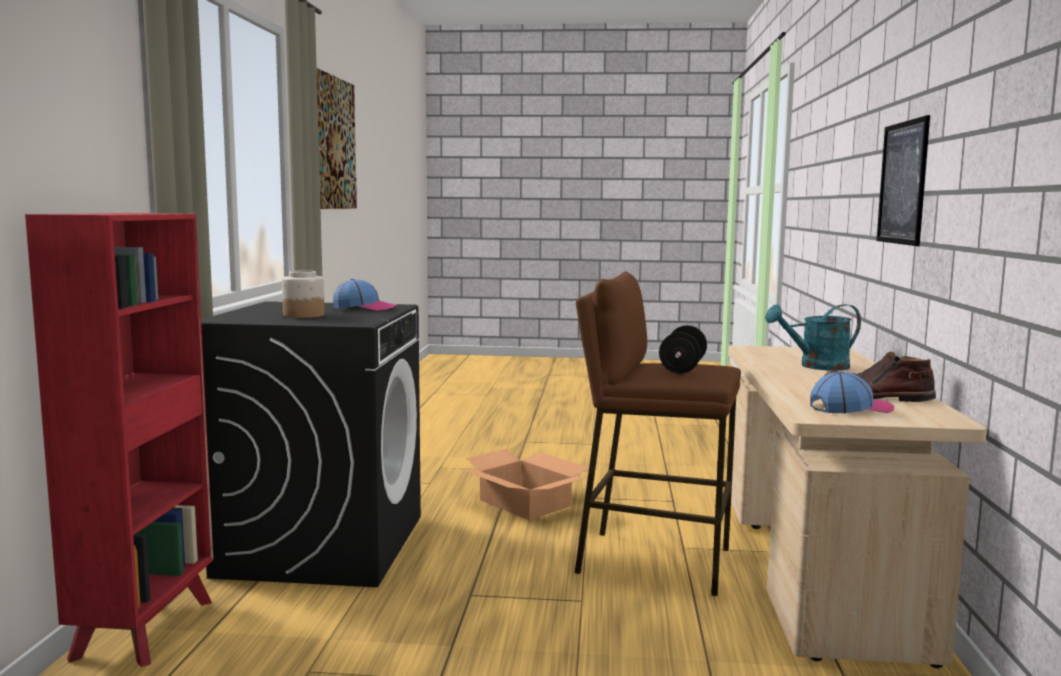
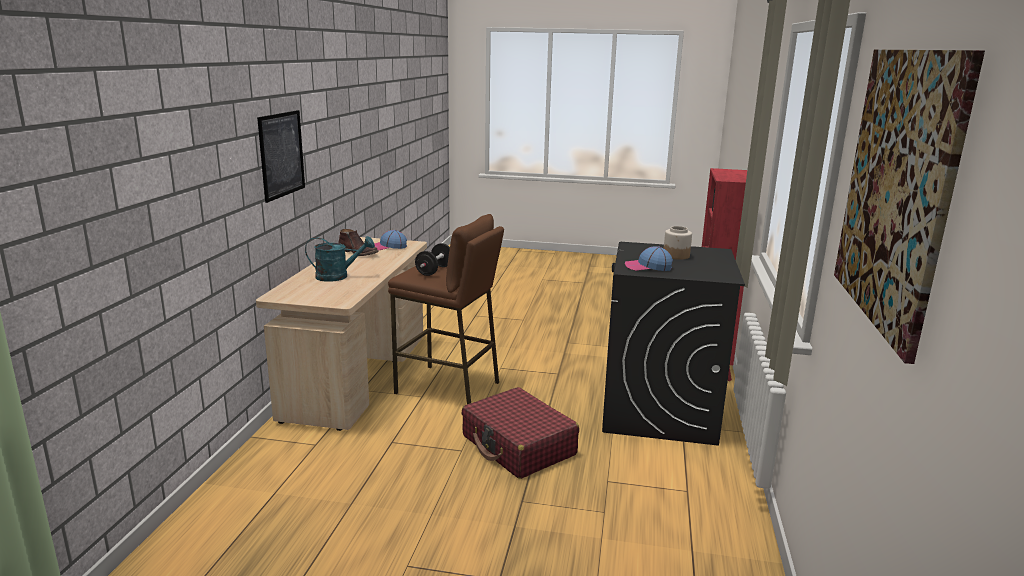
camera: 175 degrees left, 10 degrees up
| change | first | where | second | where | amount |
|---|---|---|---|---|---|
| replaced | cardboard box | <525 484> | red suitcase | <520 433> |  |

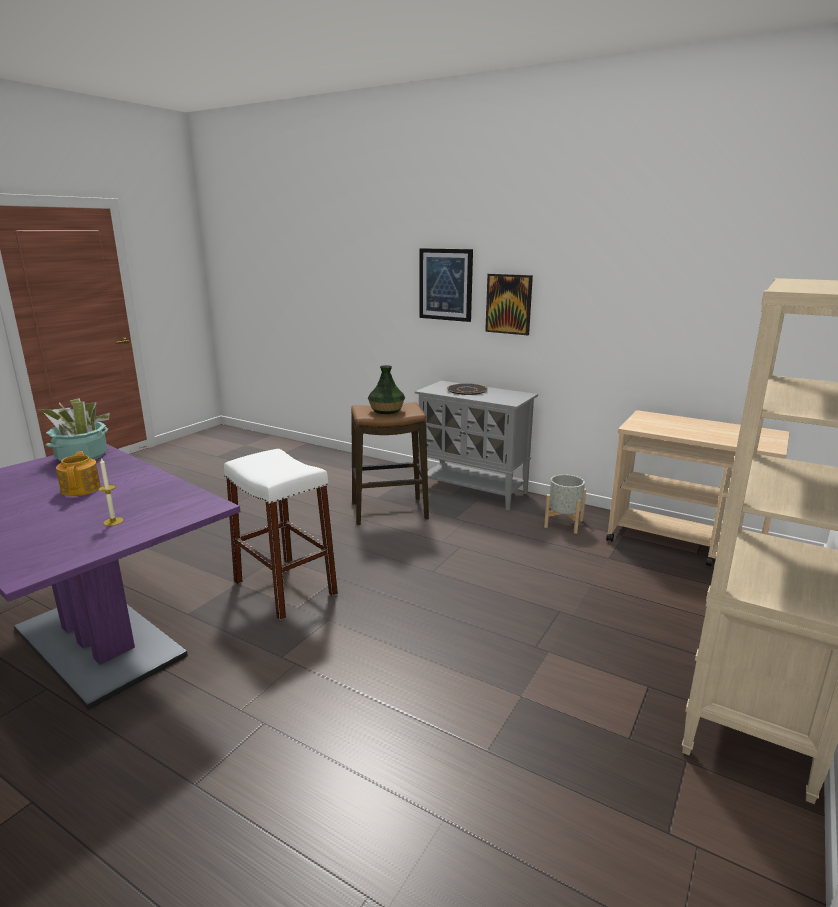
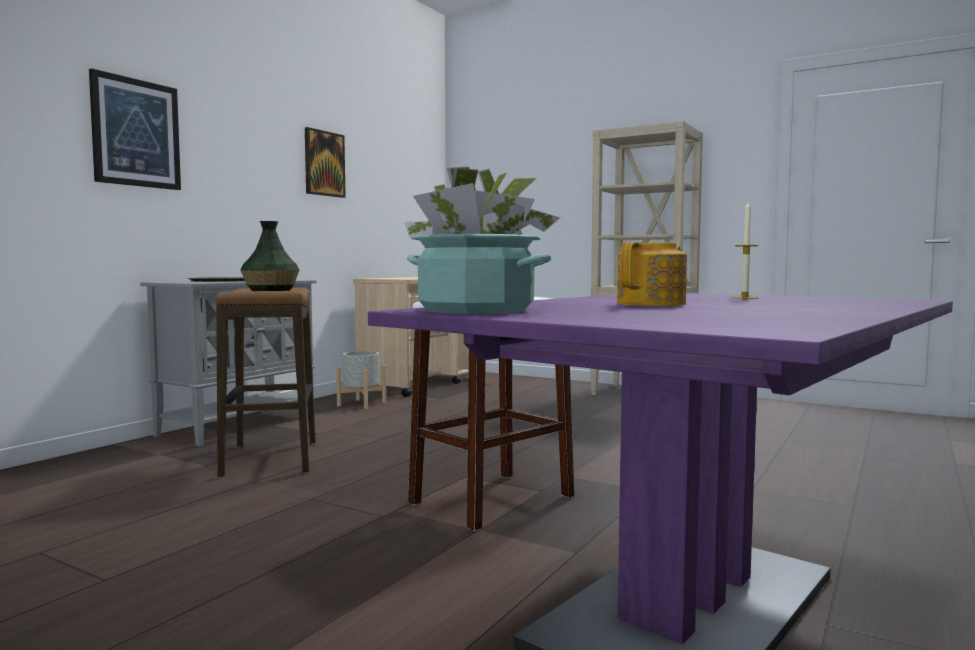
camera: 90 degrees left, 15 degrees down
| change | first | where | second | where | amount |
|---|---|---|---|---|---|
| moved | picture | <509 304> |  | <325 162> |  |
| turned | teapot | <78 473> |  | <652 274> | 150 degrees clockwise |

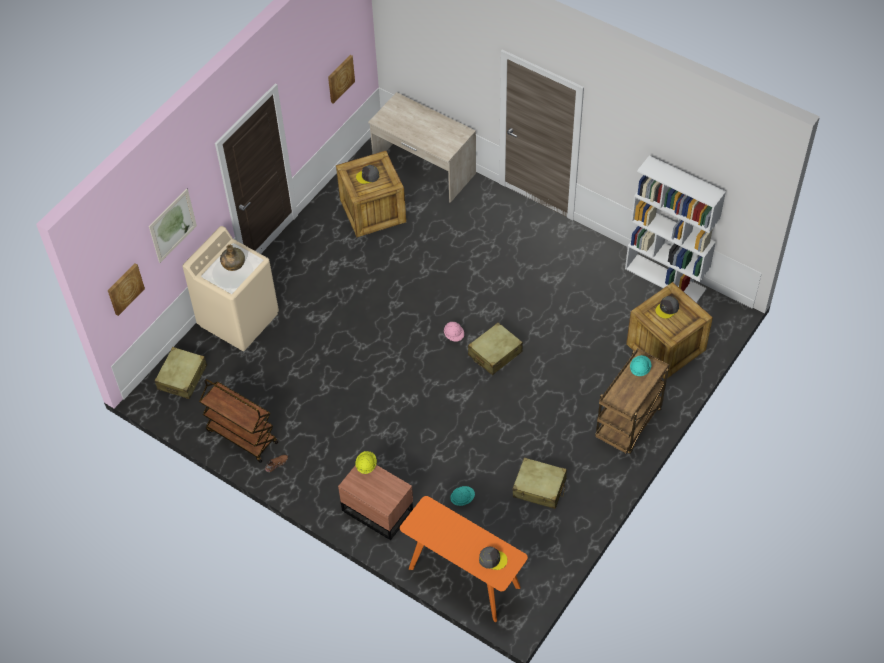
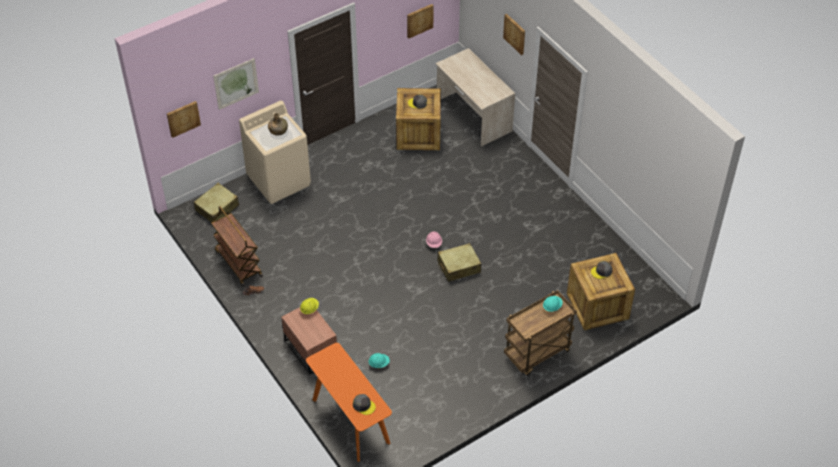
camera: 20 degrees right, 5 degrees down
| change | first | where | second | where | amount |
|---|---|---|---|---|---|
| removed | beige suitcase | <540 483> |  |  |  |
| removed | white bookcase | <675 229> |  |  |  |
| added |  |  | picture | <514 34> |  |

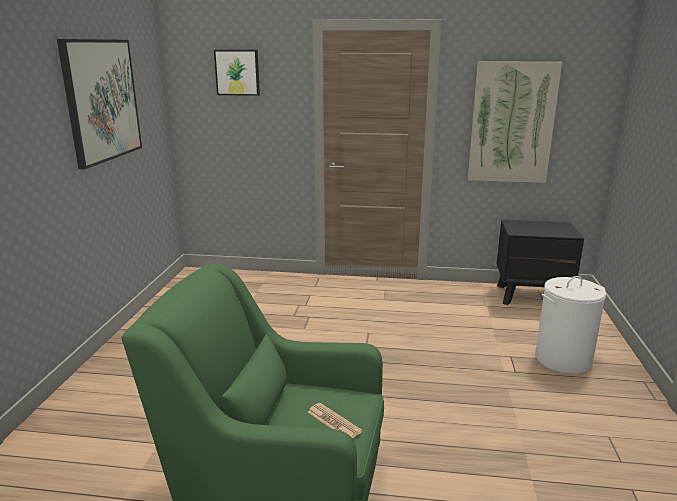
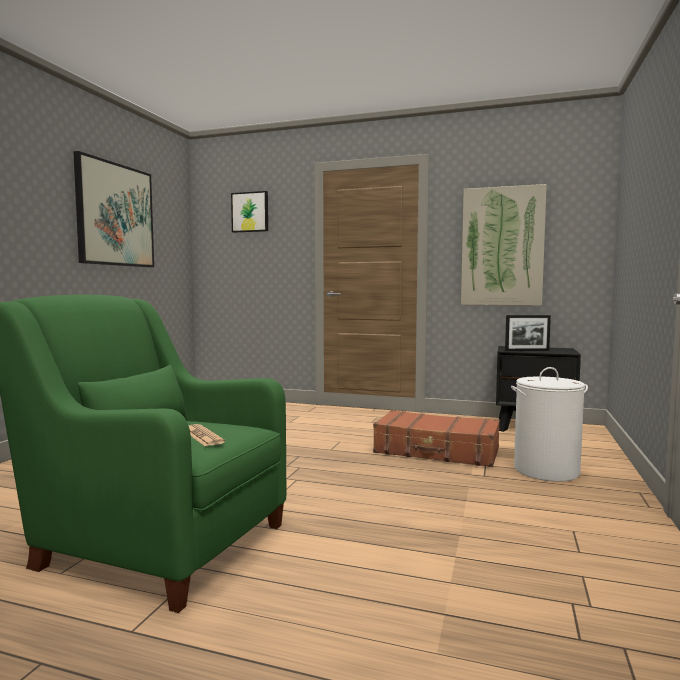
camera: 10 degrees right, 15 degrees down
| change | first | where | second | where | amount |
|---|---|---|---|---|---|
| added |  |  | brown suitcase | <436 438> |  |
| added |  |  | picture frame | <528 333> |  |

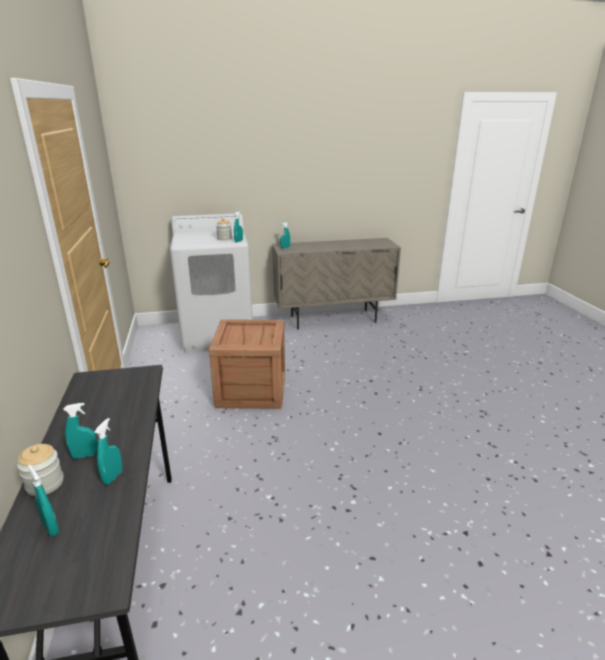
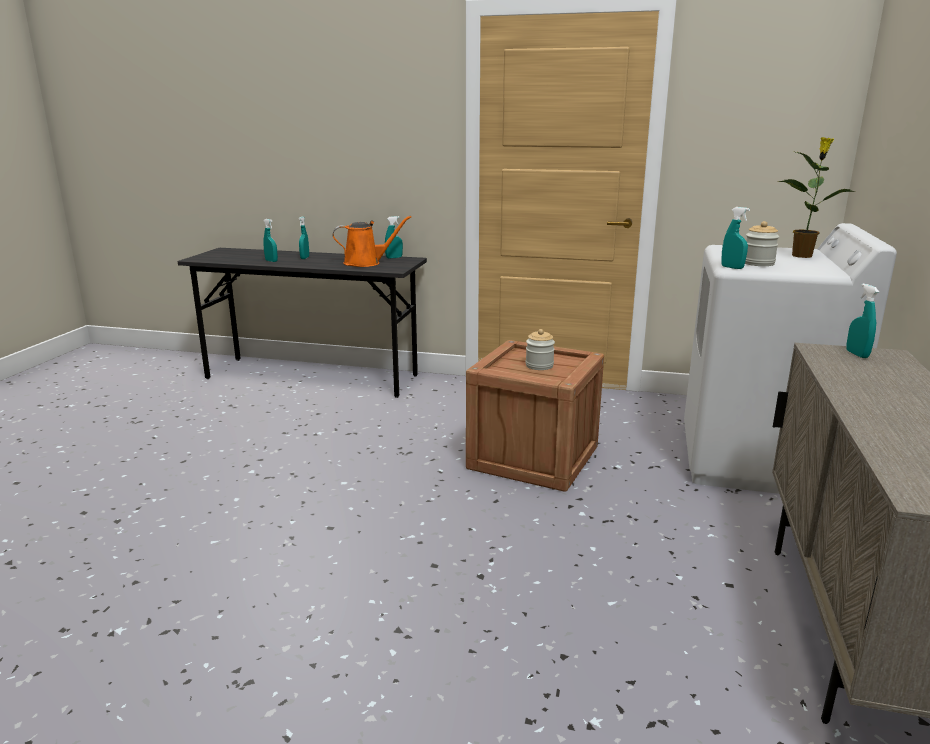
camera: 115 degrees right, 5 degrees down
| change | first | where | second | where | amount |
|---|---|---|---|---|---|
| added |  |  | orange watering can | <372 241> |  |
| added |  |  | potted plant | <816 197> |  |
| moved | jar | <40 470> |  | <540 349> |  |
| moved | turquoise spray bottle | <43 500> |  | <394 237> |  |

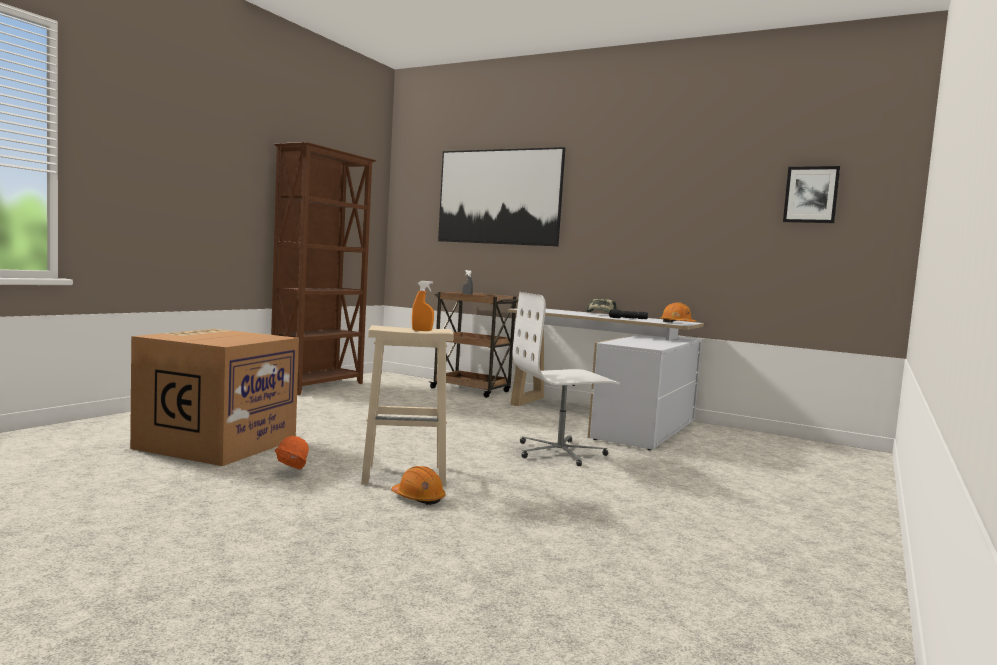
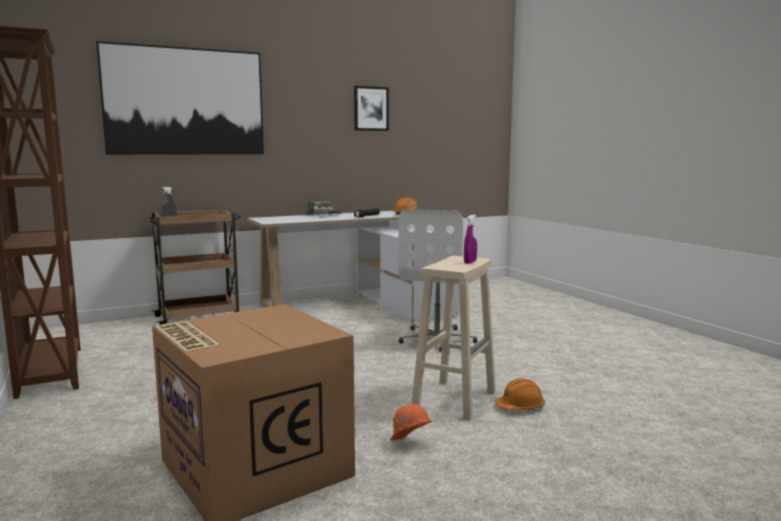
camera: 55 degrees left, 5 degrees up
| change | first | where | second | where | amount |
|---|---|---|---|---|---|
| moved | picture | <811 194> |  | <371 108> |  |
| recoloured | orange spray bottle | <423 306> | purple spray bottle | <470 239> |  |

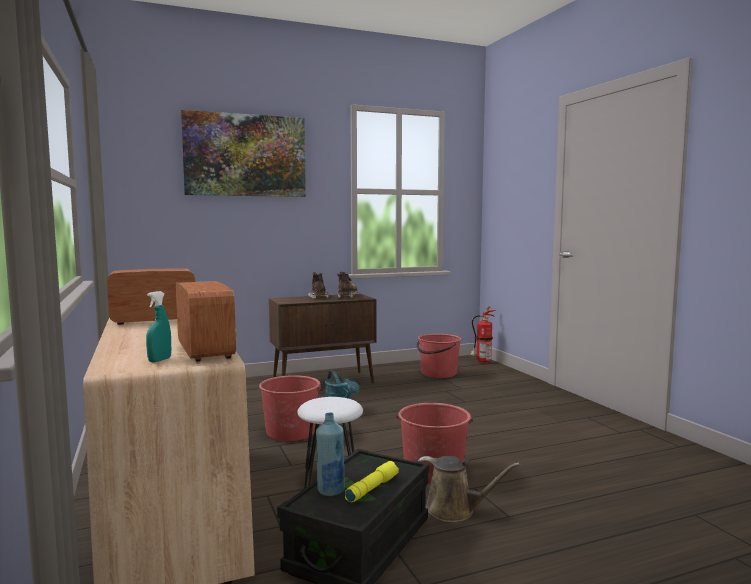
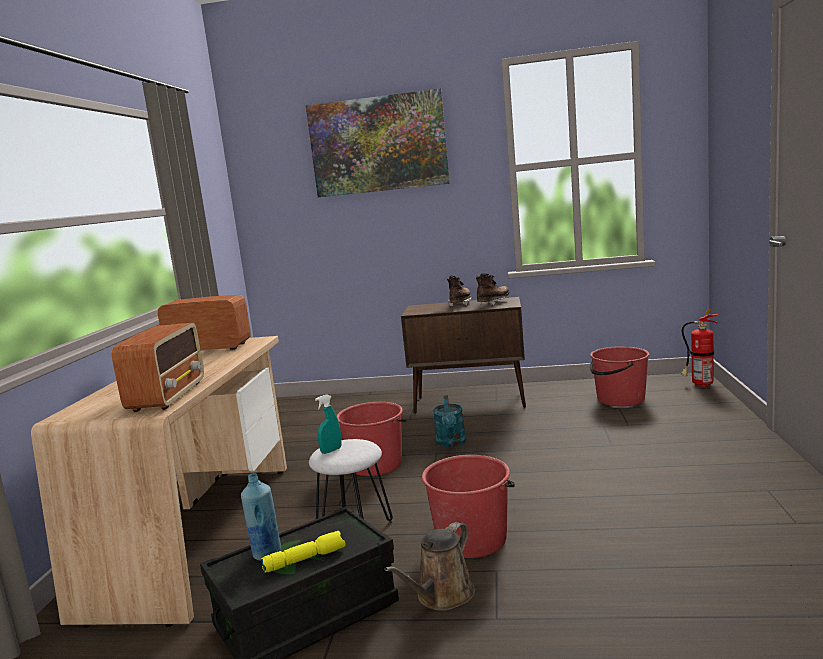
camera: 30 degrees right, 5 degrees up
| change | first | where | second | where | amount |
|---|---|---|---|---|---|
| moved | turquoise spray bottle | <158 326> |  | <328 424> |  |
| turned | brown watering can | <469 489> |  | <430 566> | 75 degrees clockwise |

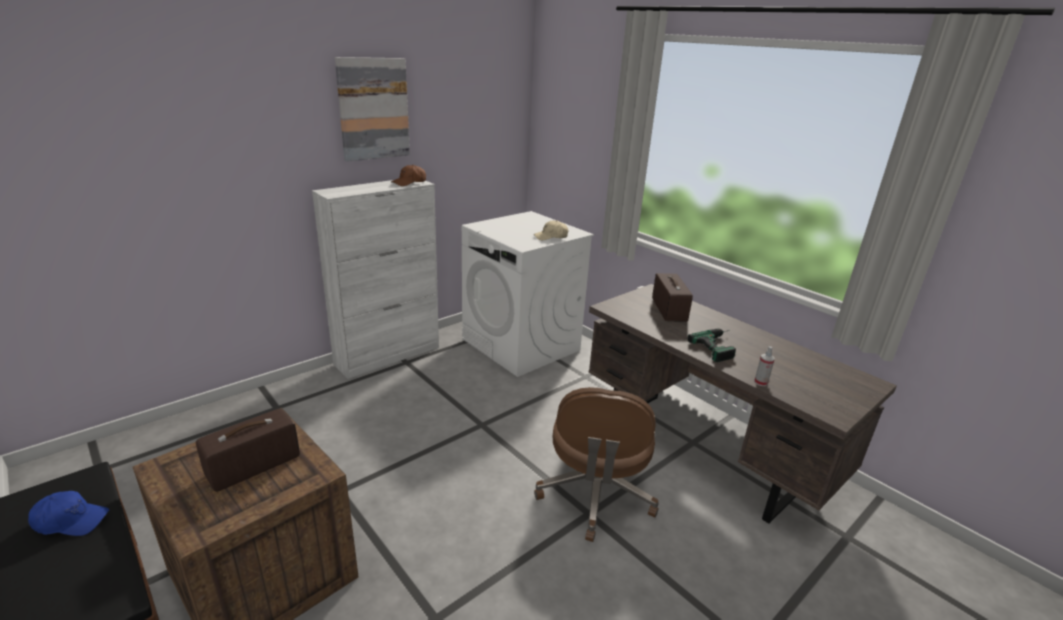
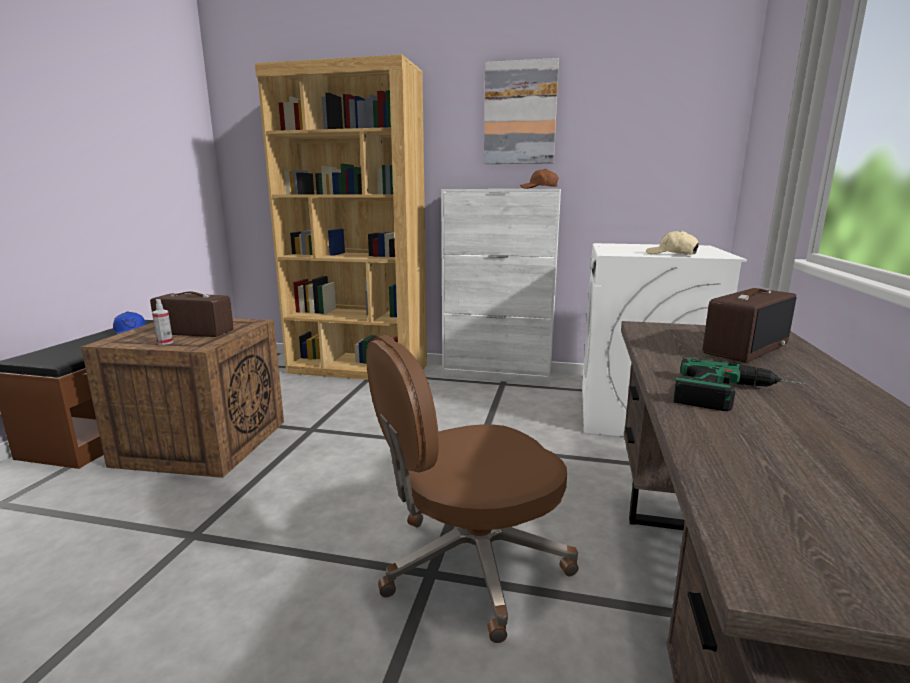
camera: 55 degrees right, 10 degrees down
| change | first | where | second | where | amount |
|---|---|---|---|---|---|
| added |  |  | brown bookcase | <341 217> |  |
| moved | spray bottle | <764 366> |  | <162 322> |  |

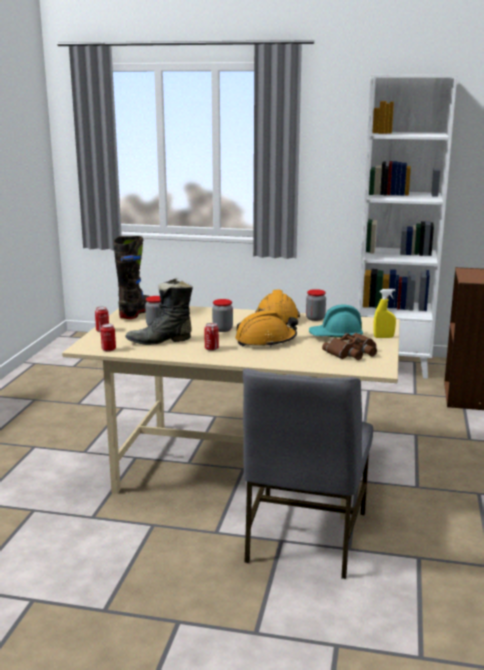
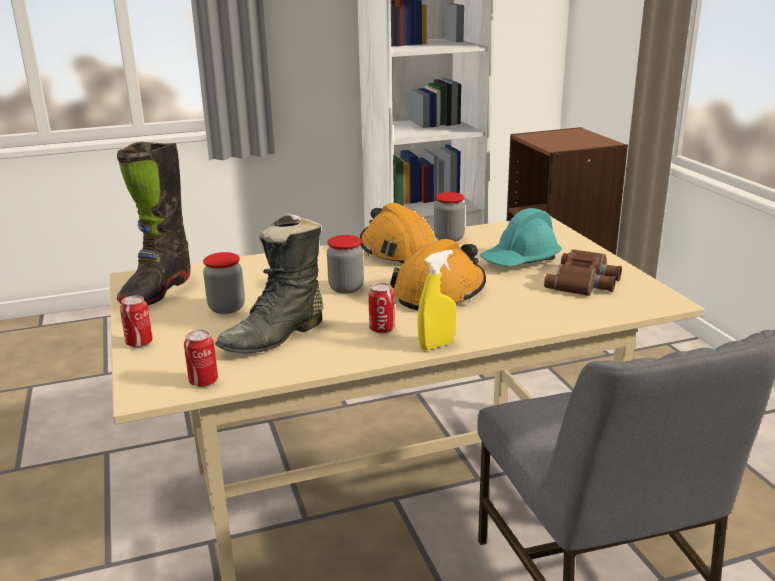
camera: 30 degrees left, 5 degrees up
| change | first | where | second | where | amount |
|---|---|---|---|---|---|
| moved | yellow spray bottle | <384 313> |  | <436 300> |  |
| turned | black boot | <132 277> |  | <154 223> | 150 degrees counterclockwise |

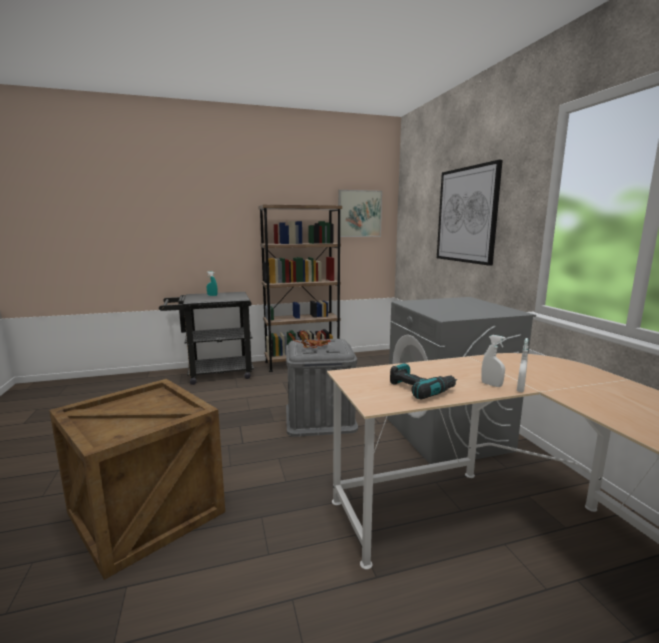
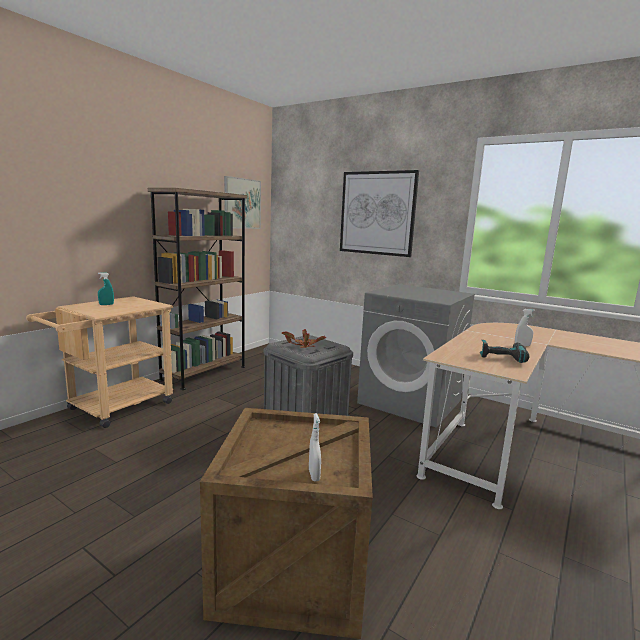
camera: 40 degrees left, 0 degrees up
| change | first | where | second | where | amount |
|---|---|---|---|---|---|
| moved | white spray bottle | <522 365> |  | <315 447> |  |
| recoloured | black cart | <206 338> | beige cart | <99 362> |  |

